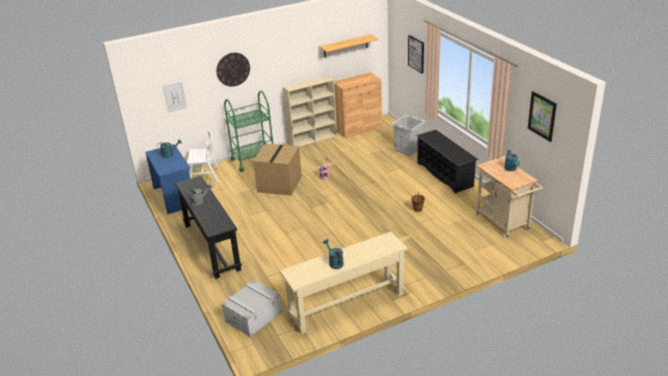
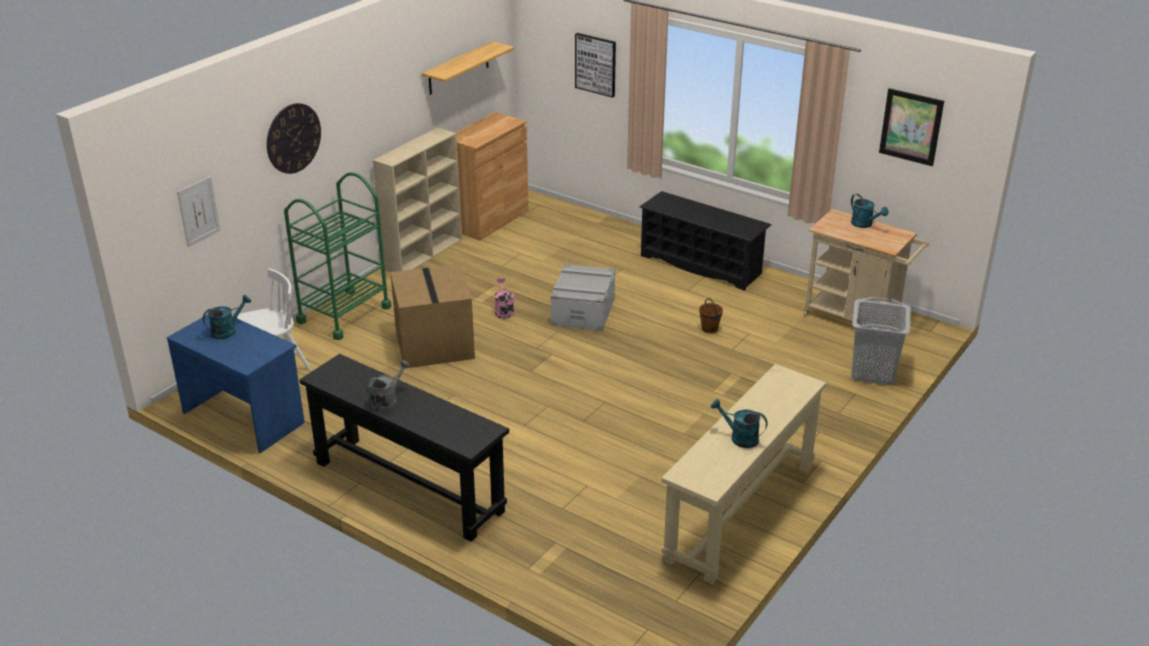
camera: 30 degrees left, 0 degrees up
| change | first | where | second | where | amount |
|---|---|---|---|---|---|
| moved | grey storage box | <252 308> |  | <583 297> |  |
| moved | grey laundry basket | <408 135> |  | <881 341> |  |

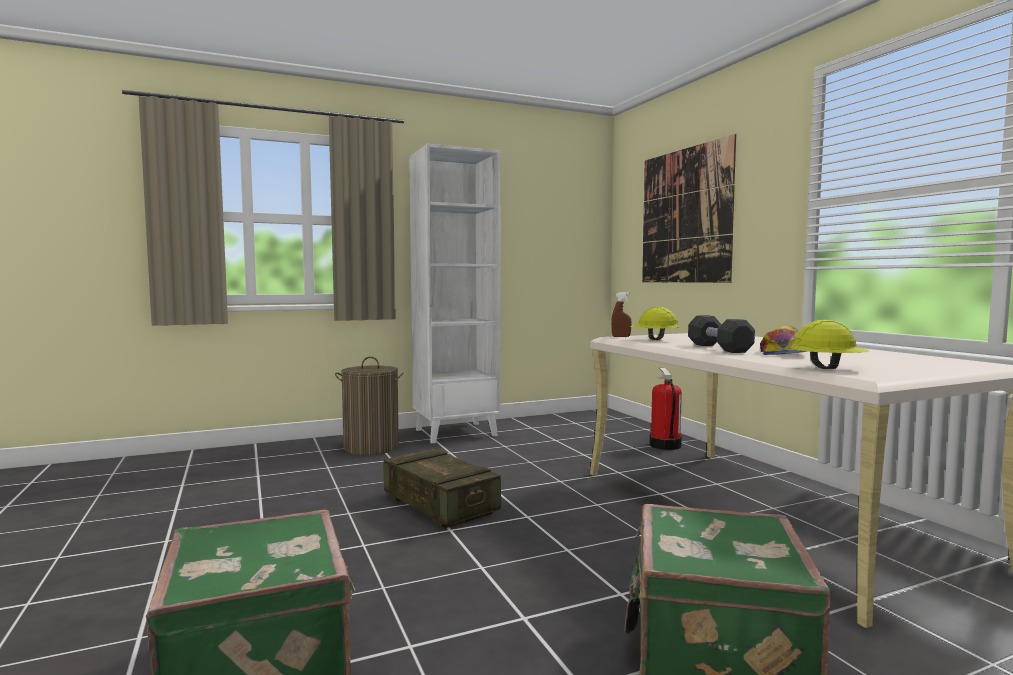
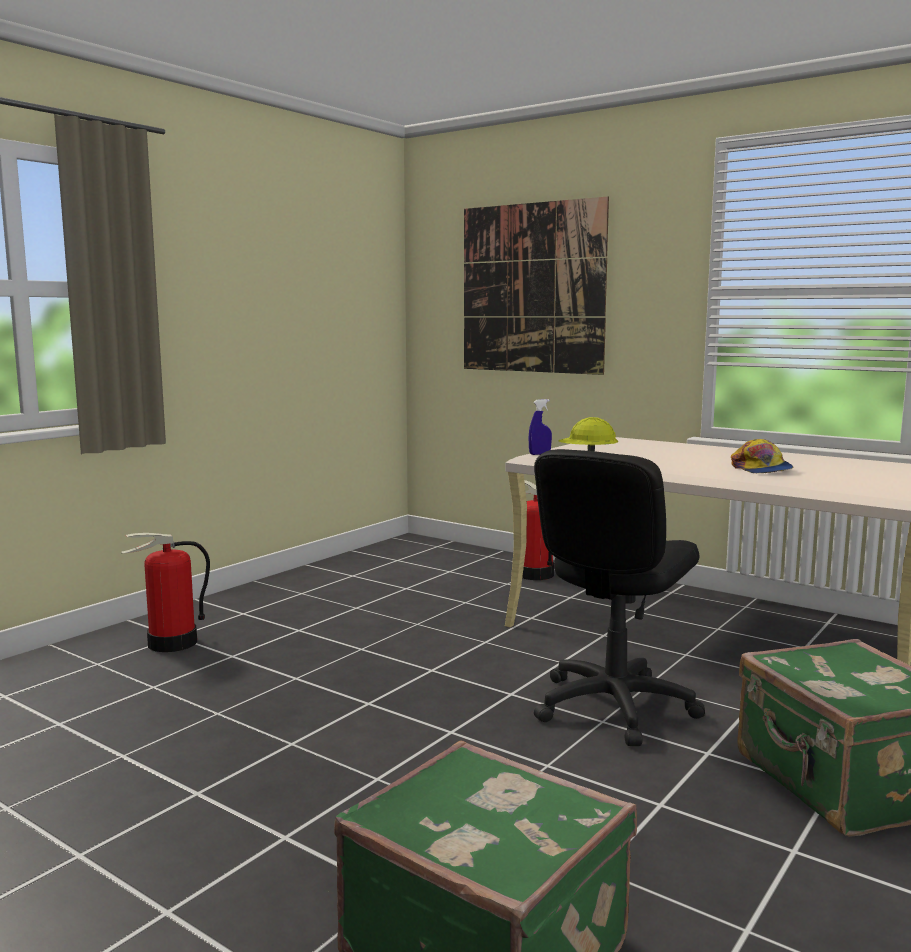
camera: 30 degrees left, 5 degrees up
| change | first | where | second | where | amount |
|---|---|---|---|---|---|
| removed | crate | <442 488> |  |  |  |
| removed | white bookcase | <455 293> |  |  |  |
| removed | black dumbbell | <721 334> |  |  |  |
| removed | yellow hard hat | <830 344> |  |  |  |
| added |  |  | black office chair | <619 597> |  |
| replaced | laundry basket | <369 405> | fire extinguisher | <165 592> |  |
| recoloured | brown spray bottle | <621 314> | blue spray bottle | <540 427> |  |

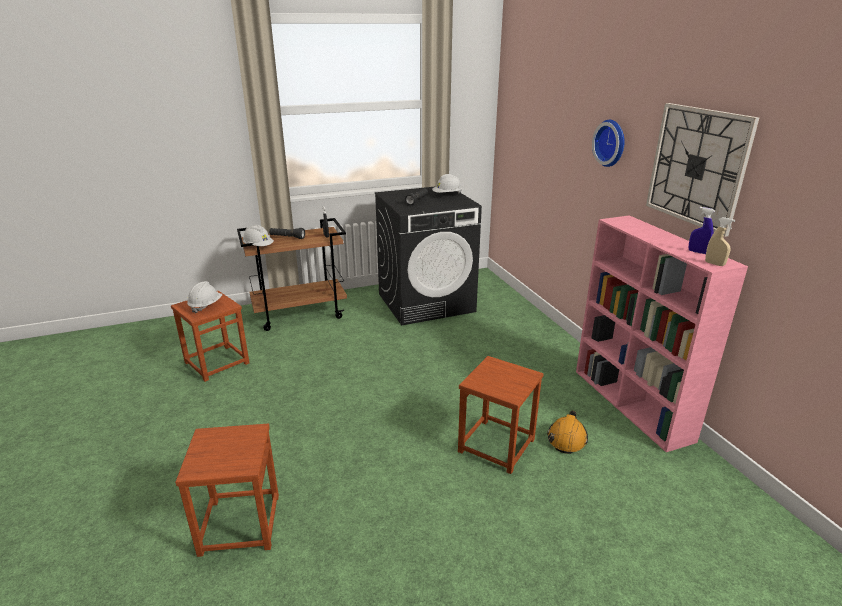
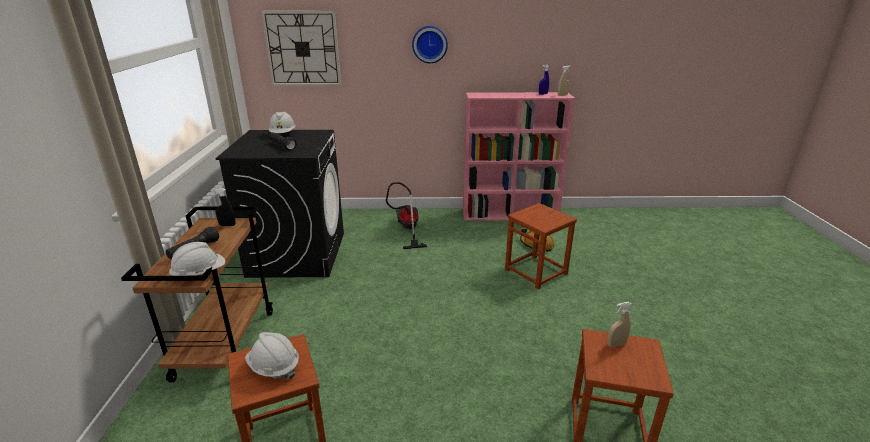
camera: 70 degrees left, 0 degrees up
| change | first | where | second | where | amount |
|---|---|---|---|---|---|
| added |  |  | vacuum cleaner | <406 215> |  |
| added |  |  | beige spray bottle | <619 324> |  |
| moved | wall clock | <702 170> |  | <301 48> |  |

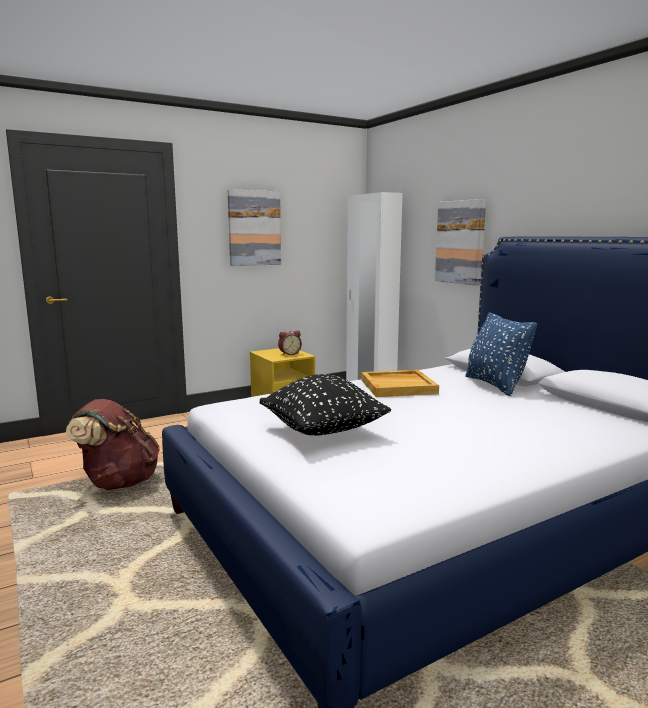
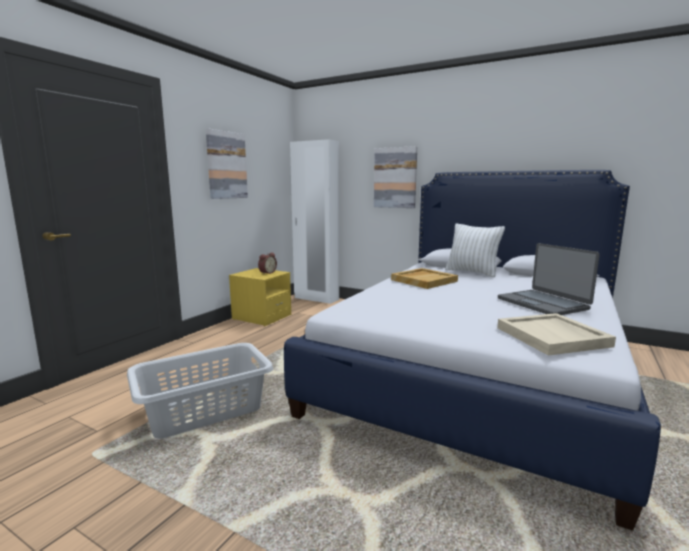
camera: 30 degrees left, 0 degrees up
| change | first | where | second | where | amount |
|---|---|---|---|---|---|
| removed | black pillow | <325 405> |  |  |  |
| added |  |  | beige tray | <556 334> |  |
| added |  |  | laptop | <549 279> |  |
| replaced | brown backpack | <113 444> | grey laundry basket | <200 391> |  |
| recoloured | blue pillow | <501 354> | white pillow | <475 250> |  |

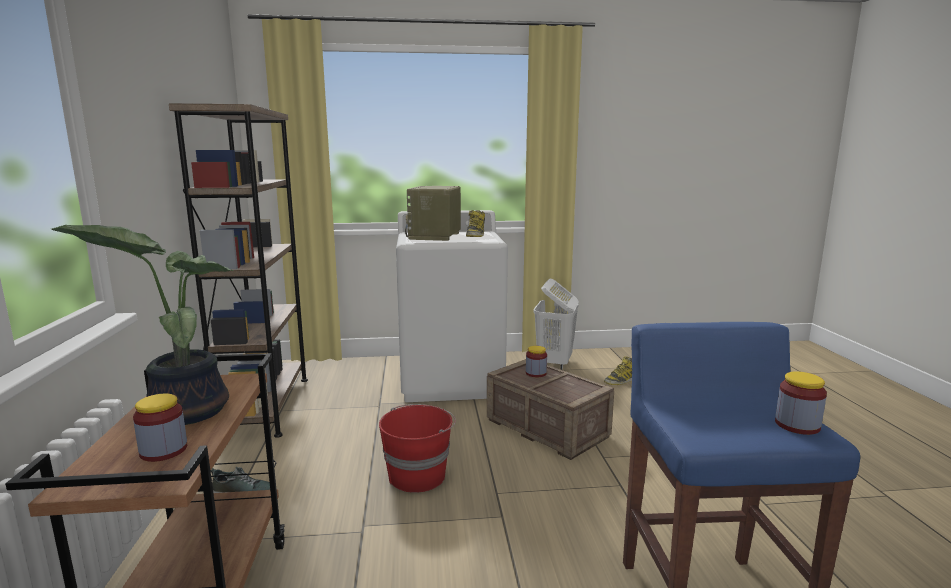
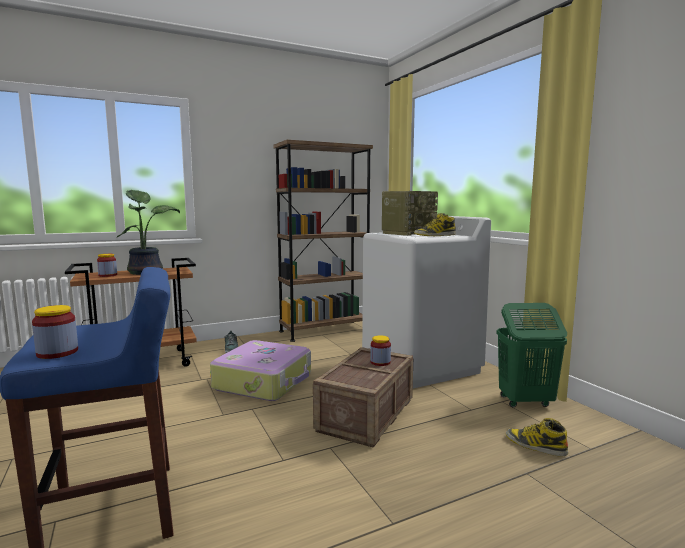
camera: 70 degrees right, 5 degrees down
| change | first | where | second | where | amount |
|---|---|---|---|---|---|
| replaced | red bucket | <417 448> | suitcase | <260 370> |  |
| recoloured | white laundry basket | <556 324> | green laundry basket | <531 355> |  |
| turned | radio | <433 213> |  | <410 213> | 150 degrees clockwise |

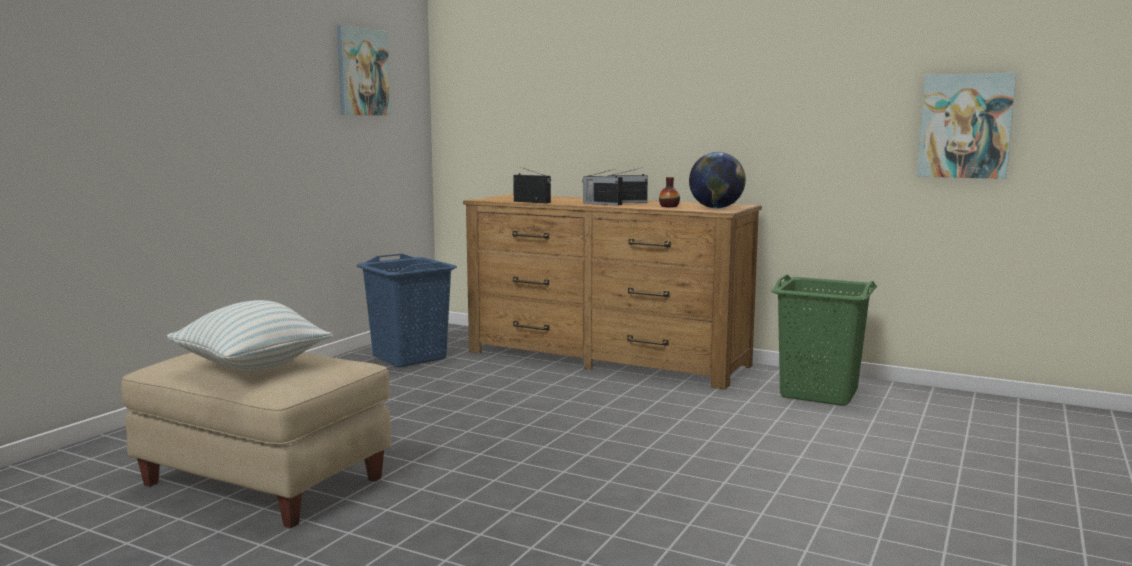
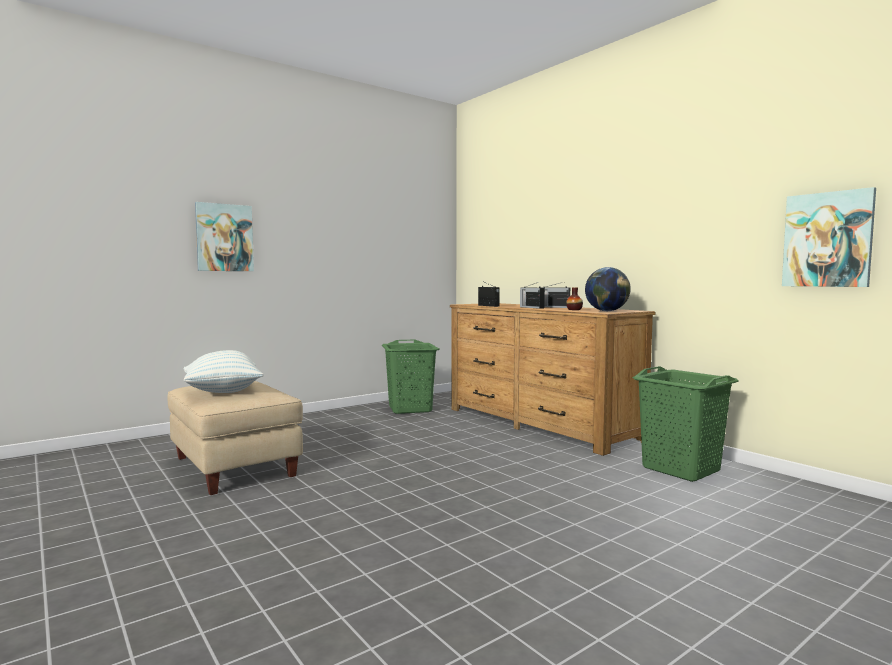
camera: 25 degrees right, 5 degrees down
| change | first | where | second | where | amount |
|---|---|---|---|---|---|
| moved | picture | <364 70> |  | <224 236> |  |
| recoloured | blue laundry basket | <407 310> | green laundry basket | <411 377> |  |

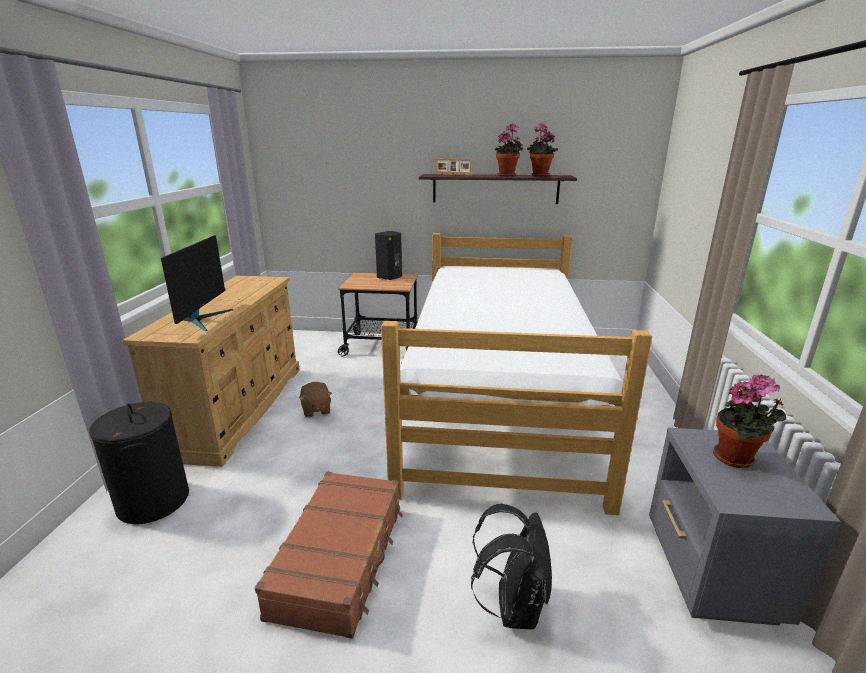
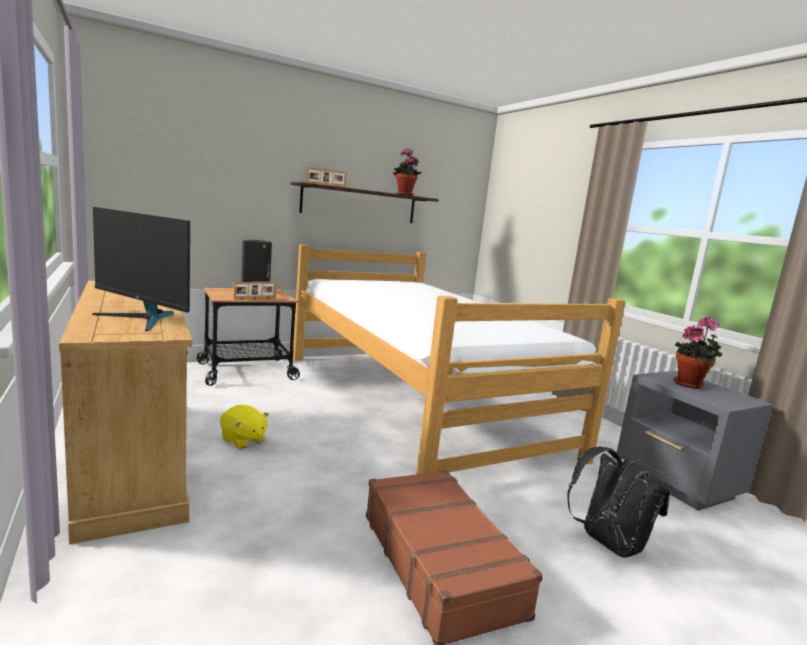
camera: 35 degrees left, 10 degrees down
| change | first | where | second | where | amount |
|---|---|---|---|---|---|
| removed | black laundry basket | <139 463> |  |  |  |
| removed | potted plant | <509 150> |  |  |  |
| added |  |  | picture frame | <254 291> |  |
| recoloured | brown plush toy | <315 399> | yellow plush toy | <244 427> |  |
| turned | monitor | <197 283> |  | <141 269> | 150 degrees clockwise |

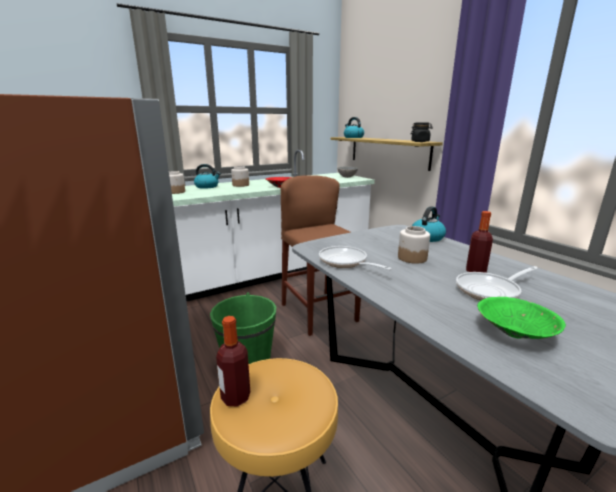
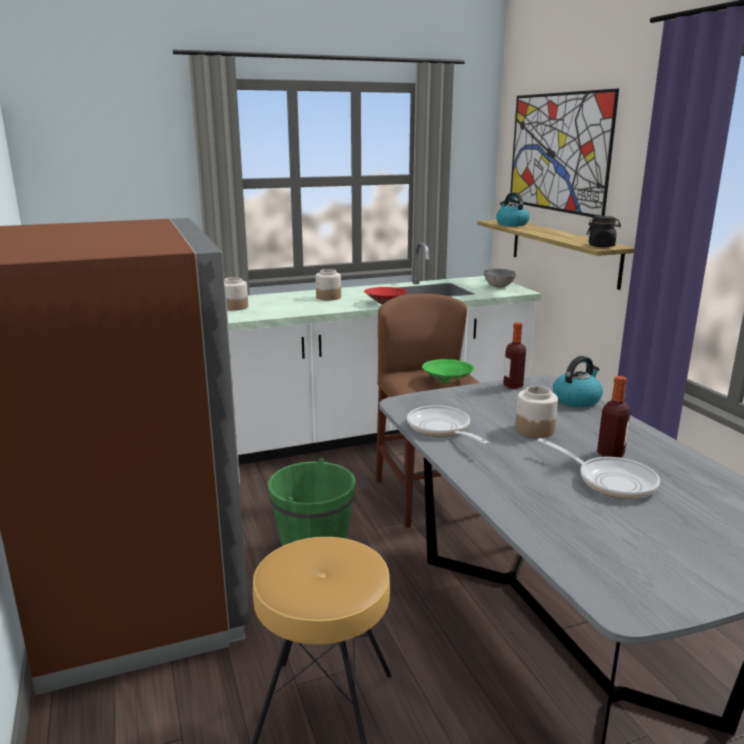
camera: 10 degrees right, 0 degrees up
| change | first | where | second | where | amount |
|---|---|---|---|---|---|
| removed | kettle | <207 176> |  |  |  |
| added |  |  | picture | <564 152> |  |
| moved | bottle | <233 361> |  | <514 355> |  |
| moved | green bowl | <521 318> |  | <448 371> |  |
| turned | frying pan | <497 283> |  | <599 468> | 120 degrees counterclockwise |

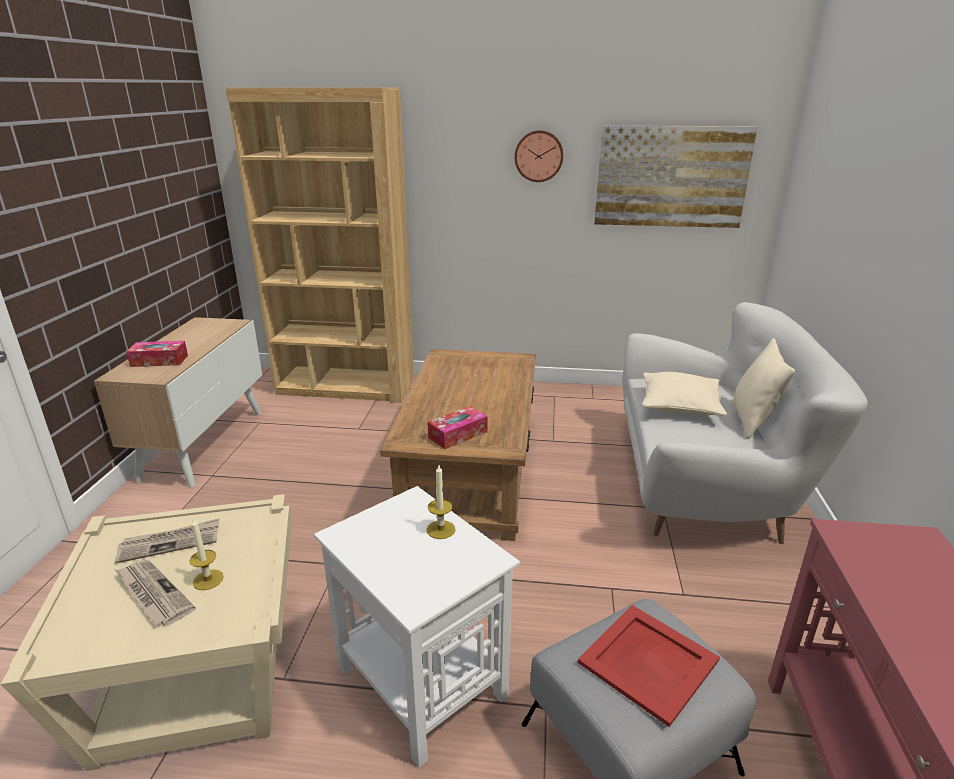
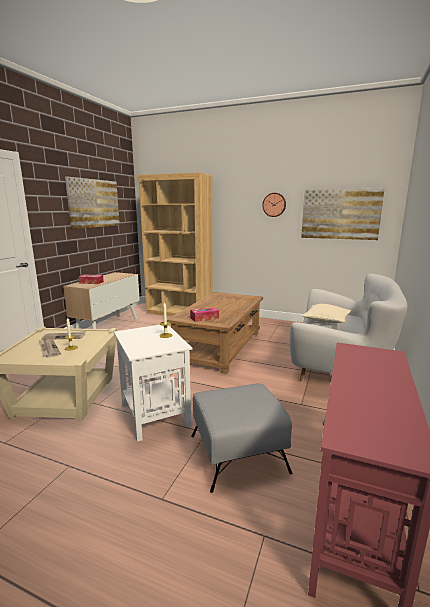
camera: 15 degrees right, 10 degrees down
| change | first | where | second | where | amount |
|---|---|---|---|---|---|
| removed | red tray | <648 666> |  |  |  |
| removed | beige pillow | <763 388> |  |  |  |
| added |  |  | picture | <92 202> |  |

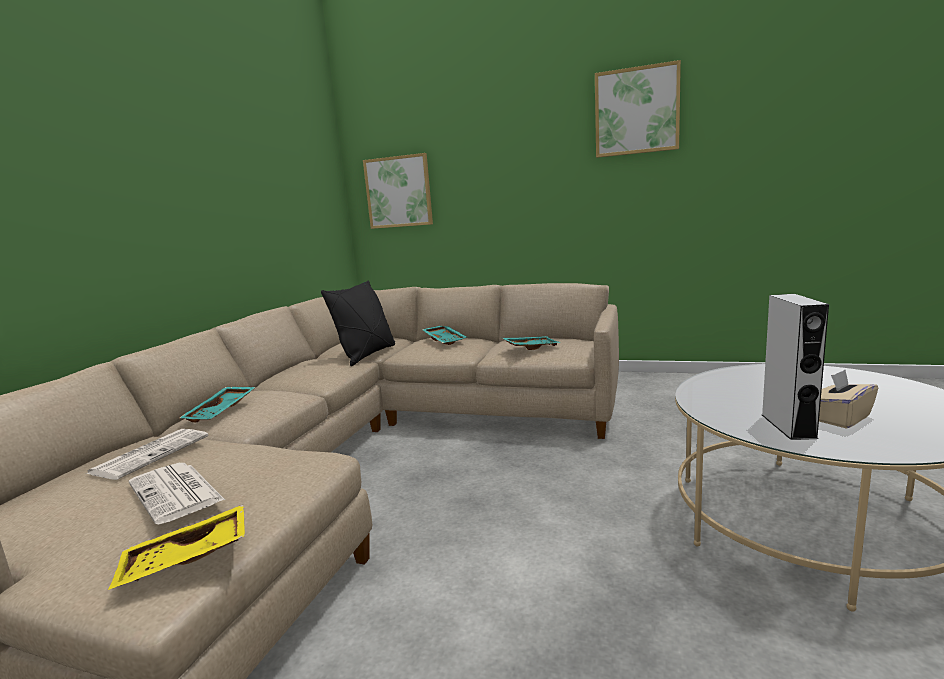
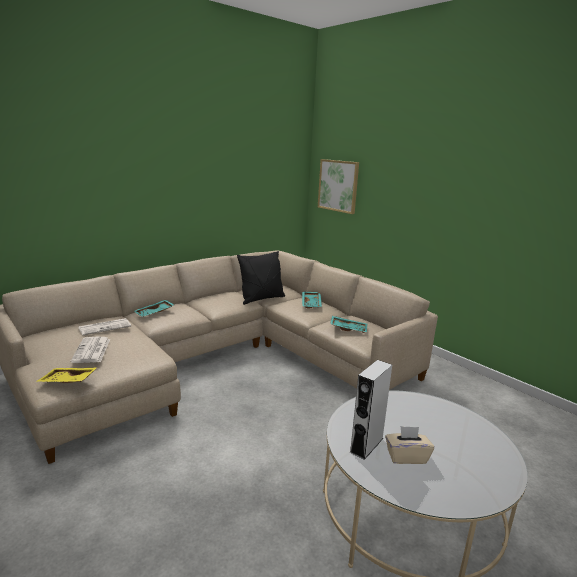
camera: 30 degrees right, 5 degrees up
| change | first | where | second | where | amount |
|---|---|---|---|---|---|
| removed | picture | <638 109> |  |  |  |

